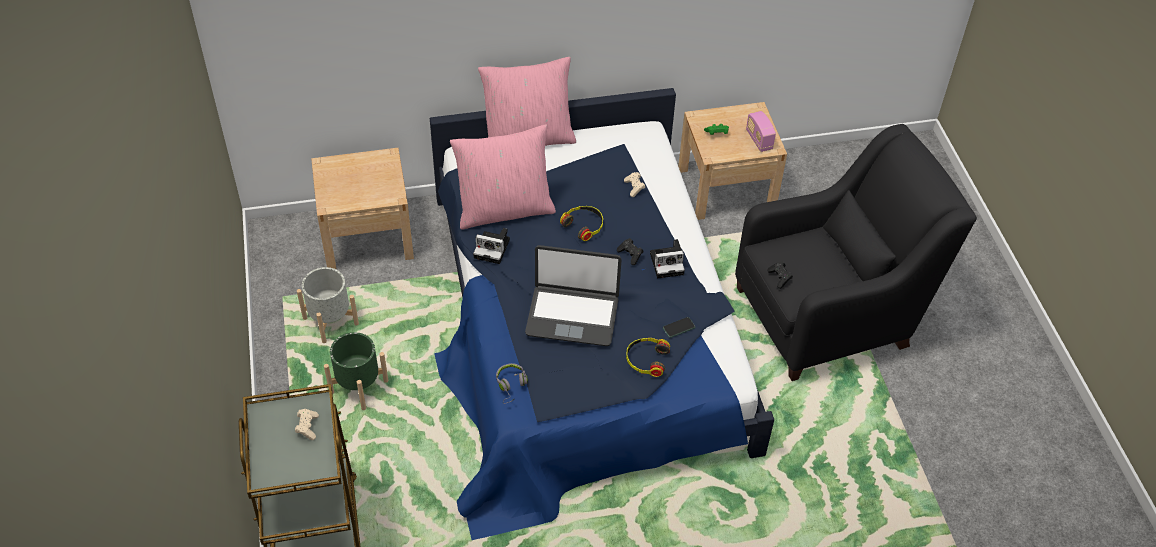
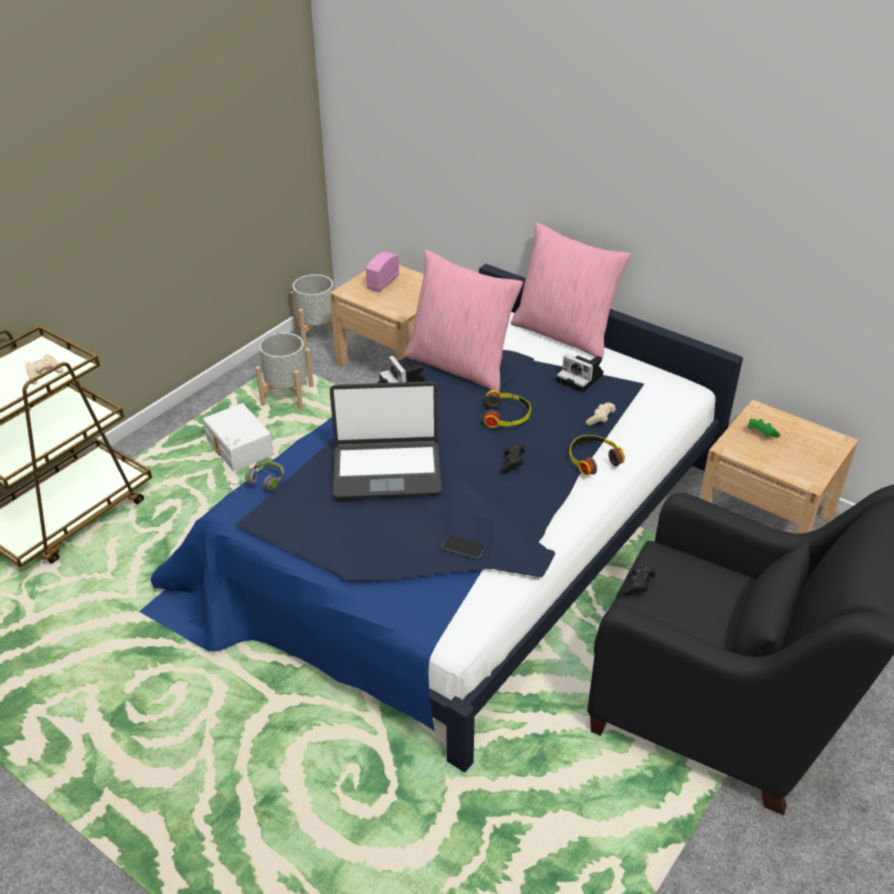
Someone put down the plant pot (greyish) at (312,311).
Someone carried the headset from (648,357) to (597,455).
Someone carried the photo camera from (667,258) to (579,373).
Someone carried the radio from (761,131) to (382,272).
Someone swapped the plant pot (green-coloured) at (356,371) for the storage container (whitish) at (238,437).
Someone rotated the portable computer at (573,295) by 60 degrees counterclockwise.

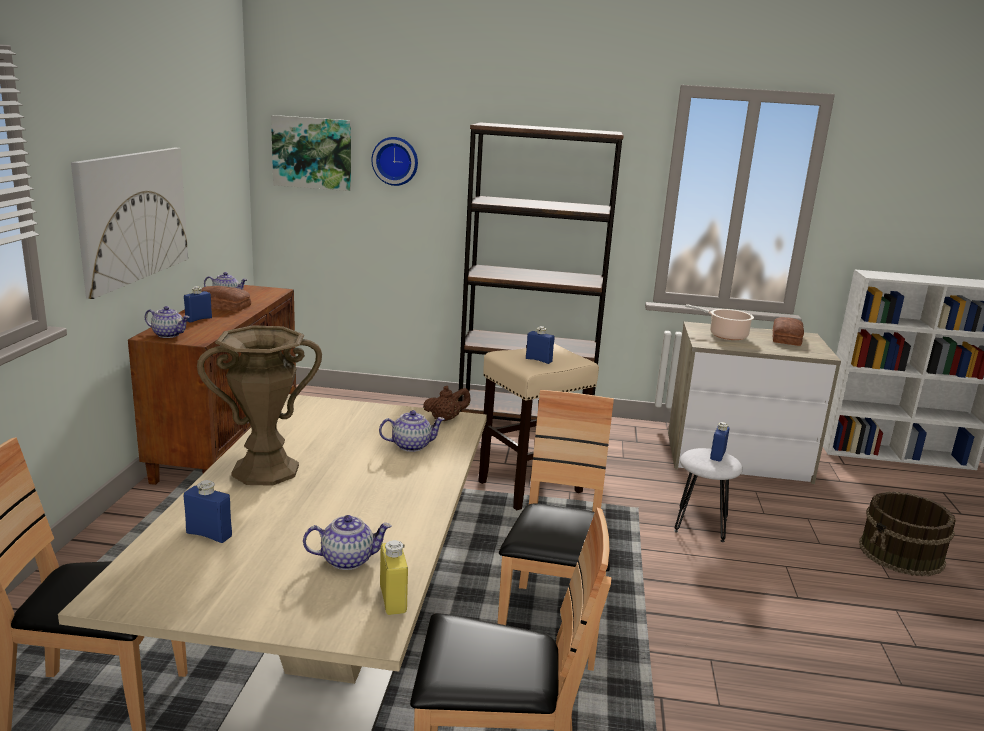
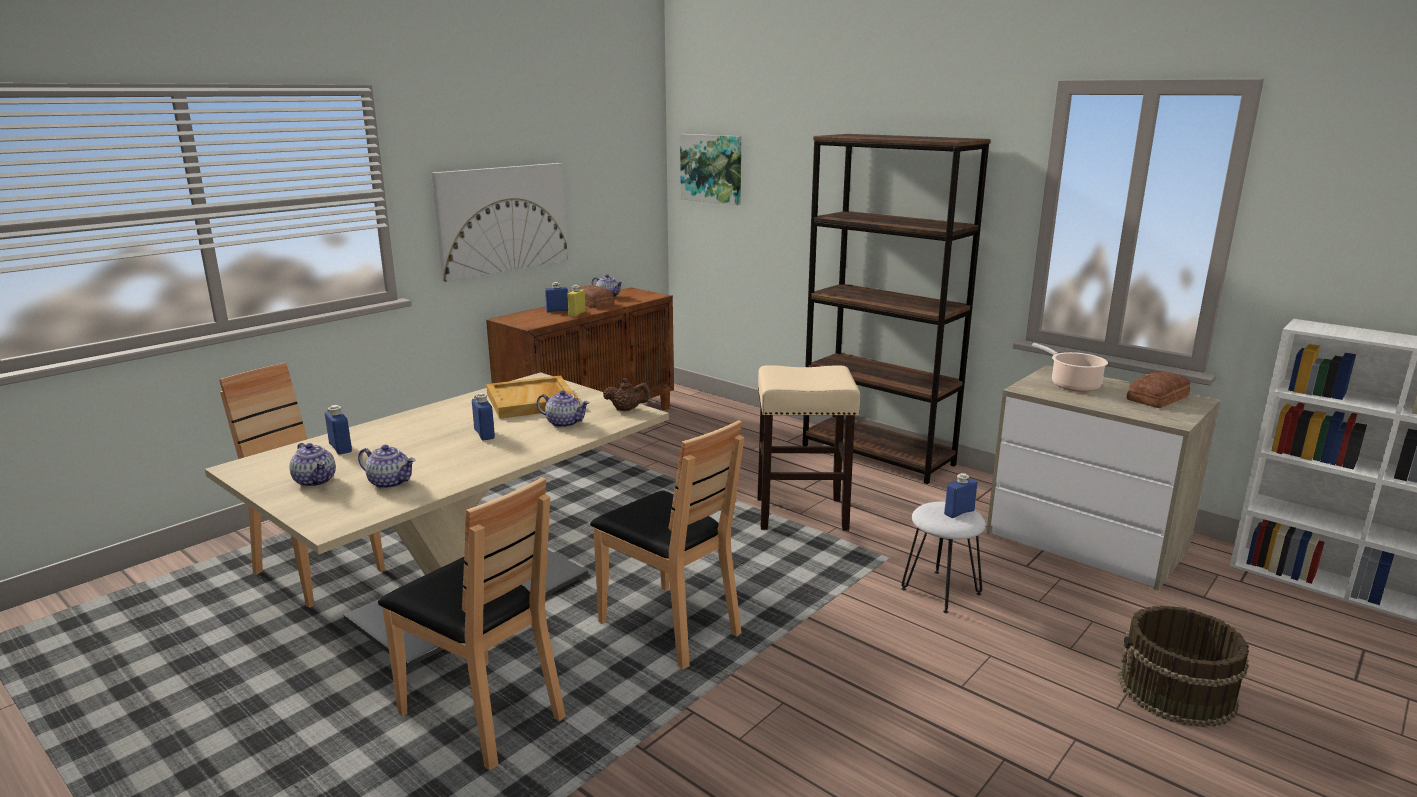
Someone took away the decorative vase (brown-coloured) at (259,405).
Someone took away the wall clock at (394,161).
Someone put down the serving tray (beige) at (532,397).
Someone carried the tea pot from (167,322) to (312,465).
Someone carried the bottle (yellow-coloured) from (394,577) to (576,301).
Someone carried the bottle (blue-coloured) from (540,345) to (483,417).
Someone rotated the upright chair (brown-coloured) at (556,530) by 90 degrees clockwise.

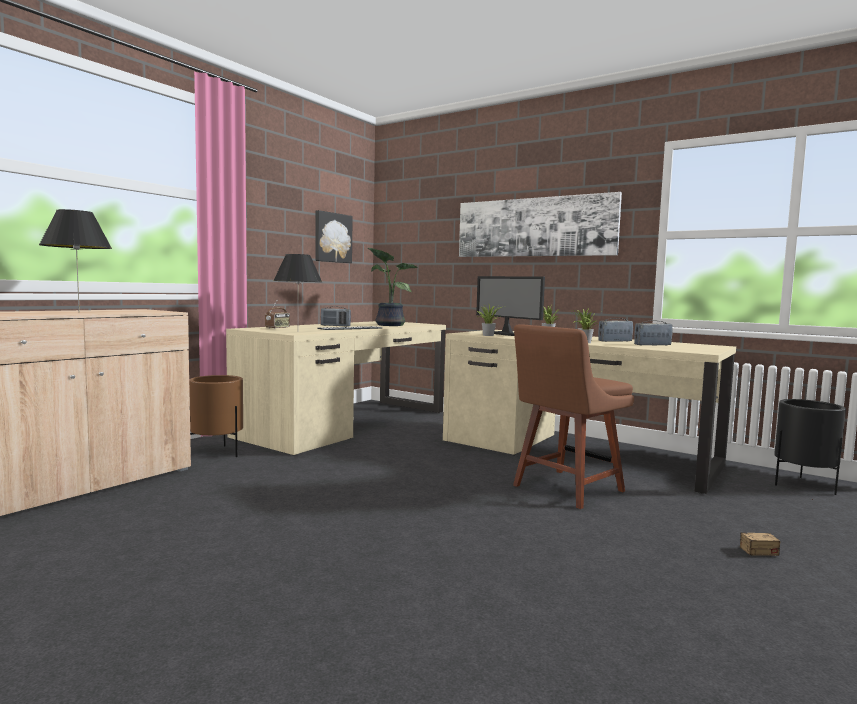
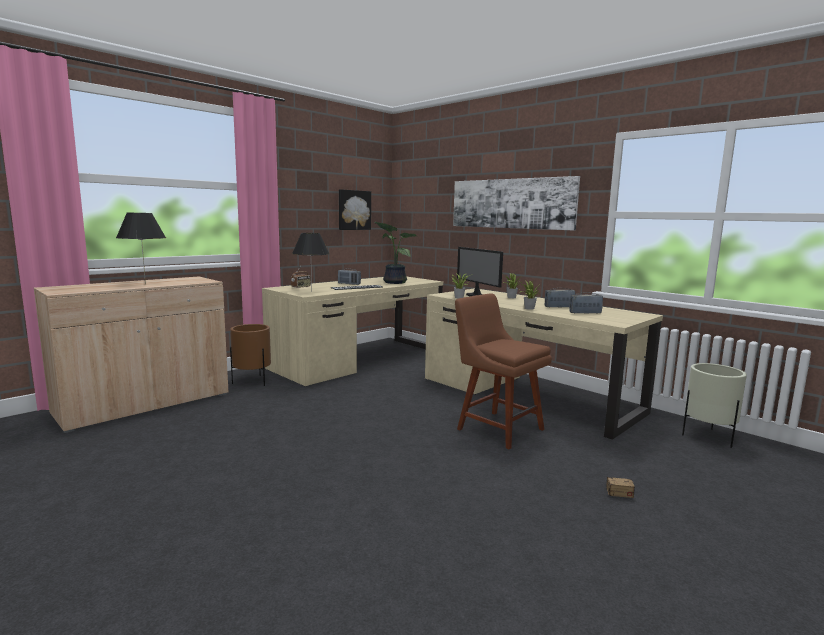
Someone repainted the plant pot (black-coloured) at (810,447), which became the plant pot (beige) at (714,405).
Someone rotated the upright chair (brown-coloured) at (573,416) by 75 degrees clockwise.

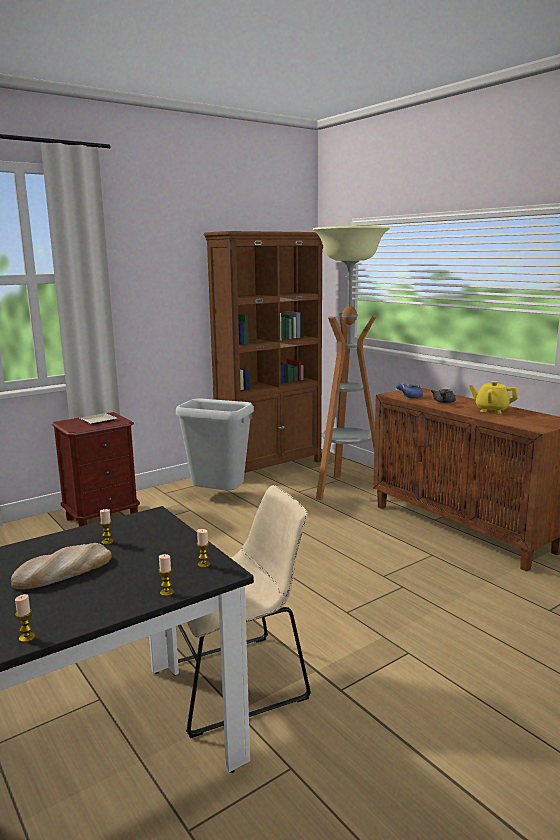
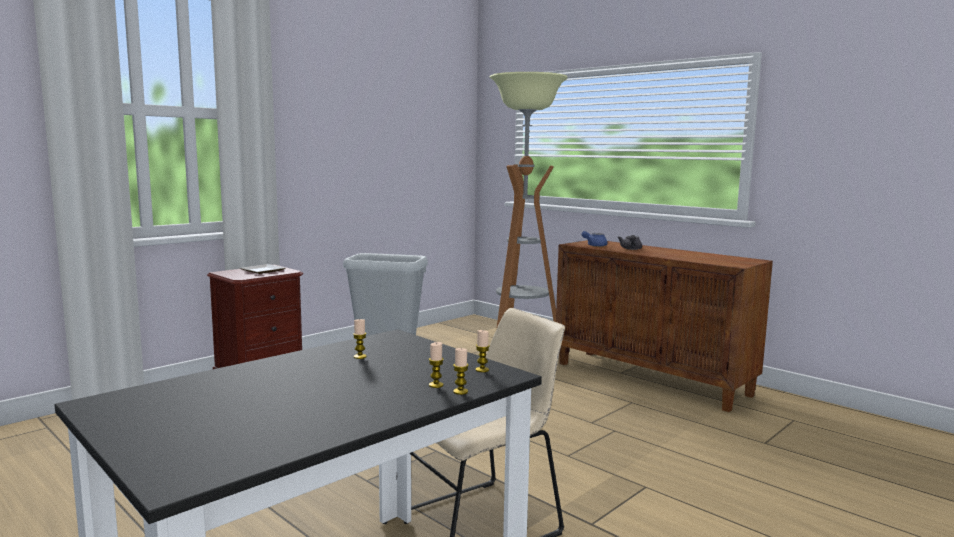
Someone took away the baked bread at (61,566).
Someone took away the bookcase (brown-coloured) at (263,352).
Someone took away the tea pot (yellow-coloured) at (493,397).
Someone carried the wax candle from (25,618) to (436,365).

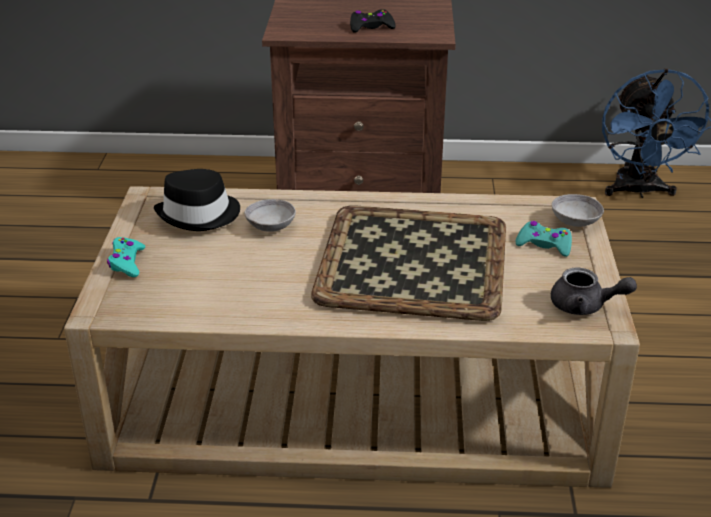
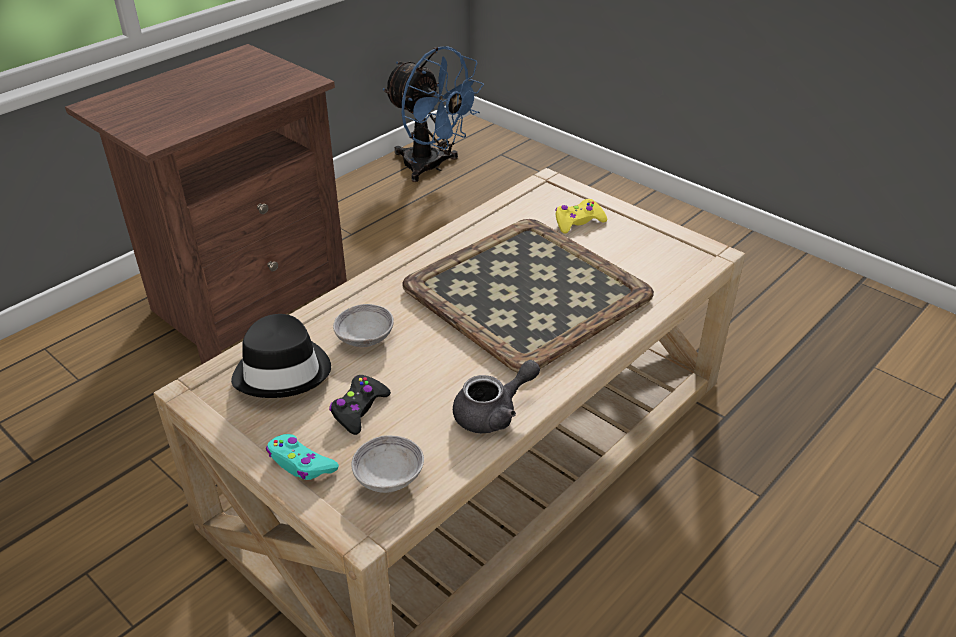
Someone carried the game controller (black-coloured) from (373,20) to (360,405).
Someone carried the tea pot (greyish) from (594,291) to (496,396).
Someone carried the bowl (greyish) from (578,210) to (387,464).
Someone repainted the game controller (blue-green) at (543,239), which became the game controller (yellow-coloured) at (581,216).

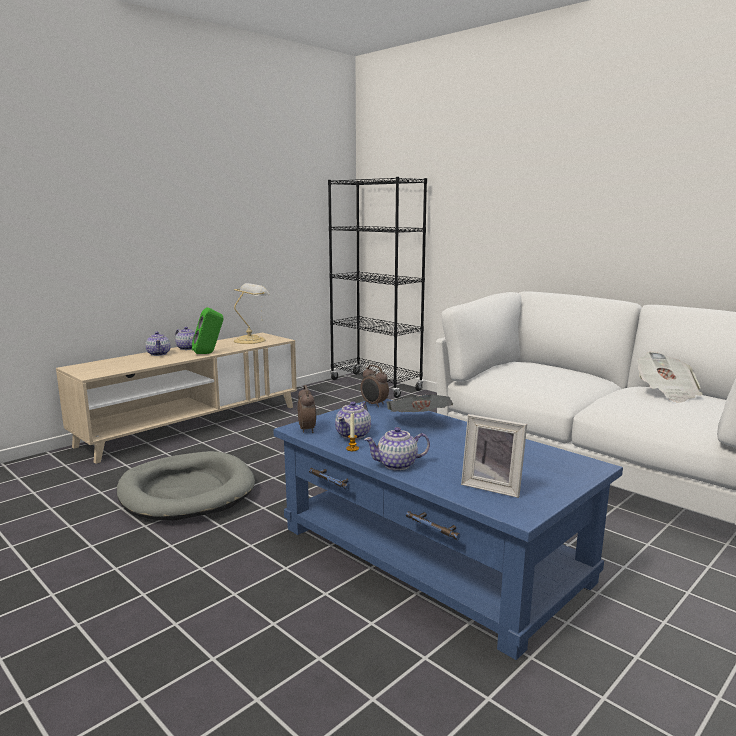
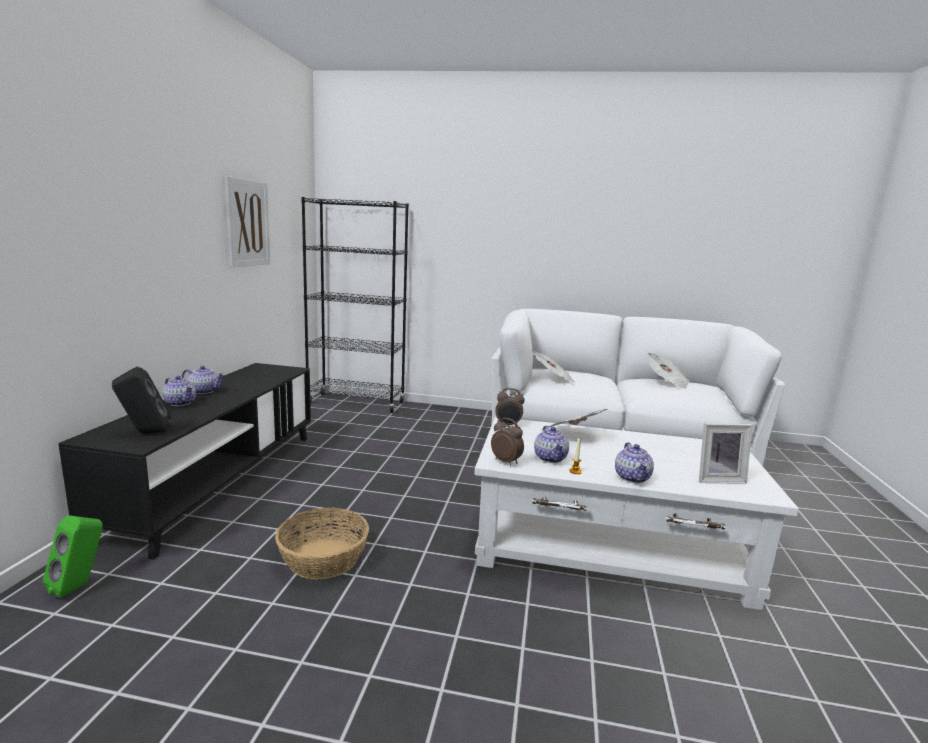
Someone took away the tabletop lamp at (252,313).
Someone put down the loudspeaker (black-coloured) at (141,400).
Someone put up the wall picture at (247,222).
Someone put down the daily paper at (553,366).
Someone carried the loudspeaker (green-coloured) from (207,330) to (73,556).
Someone swapped the pet bed (greyish) at (186,485) for the storage basket at (322,544).
Someone repainted the tv stand (beige) at (176,398), which became the tv stand (black-coloured) at (184,461).
Someone repainted the lounge table (blue-coloured) at (448,529), which became the lounge table (whitish) at (637,513).
Someone rotated the tea pot at (397,448) by 45 degrees counterclockwise.

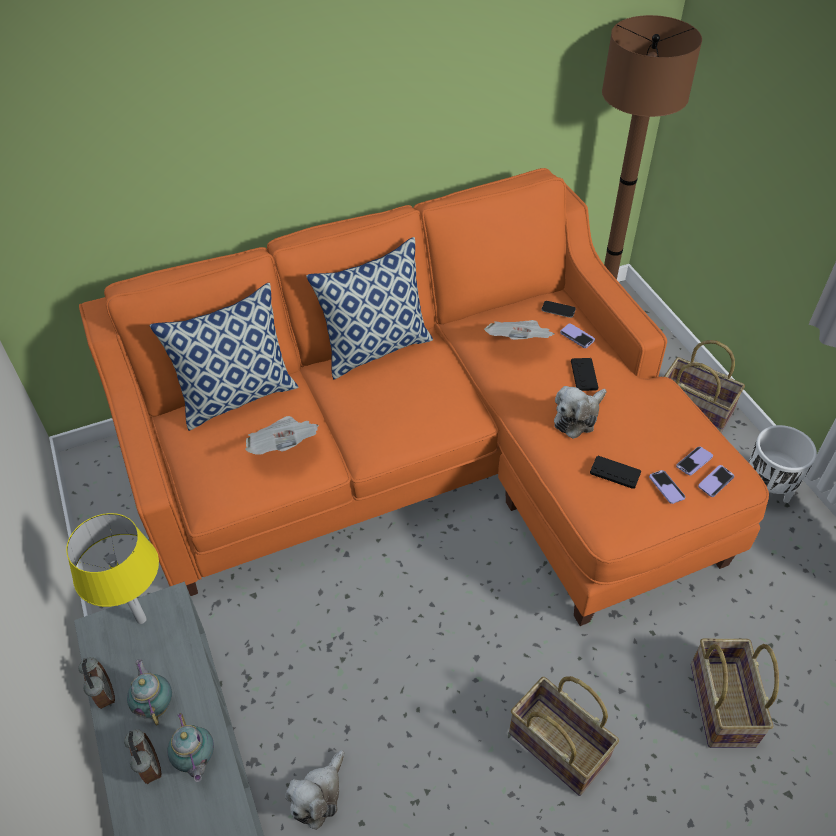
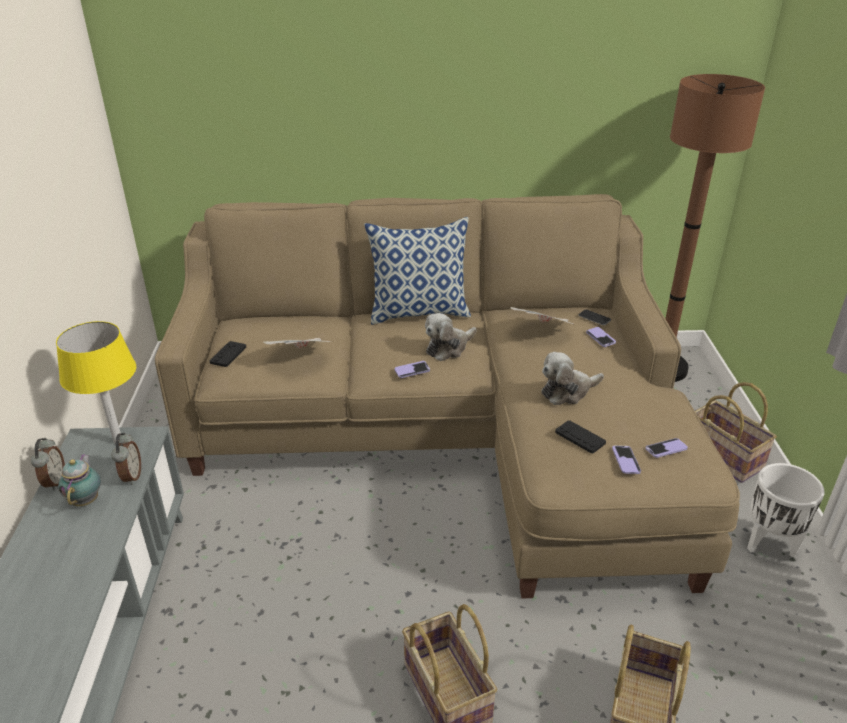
Someone took away the cushion at (224,357).
Someone took away the tea pot at (190,747).
Someone carried the bedside clock from (142,756) to (126,459).
Someone carried the cuddly toy from (315,790) to (451,337).
Someone carried the game controller (black-coloured) from (584,374) to (228,354).
Someone carried the telephone from (716,481) to (412,369).
Someone repainted the sofa (orange) at (424,397), which became the sofa (beige) at (447,396).

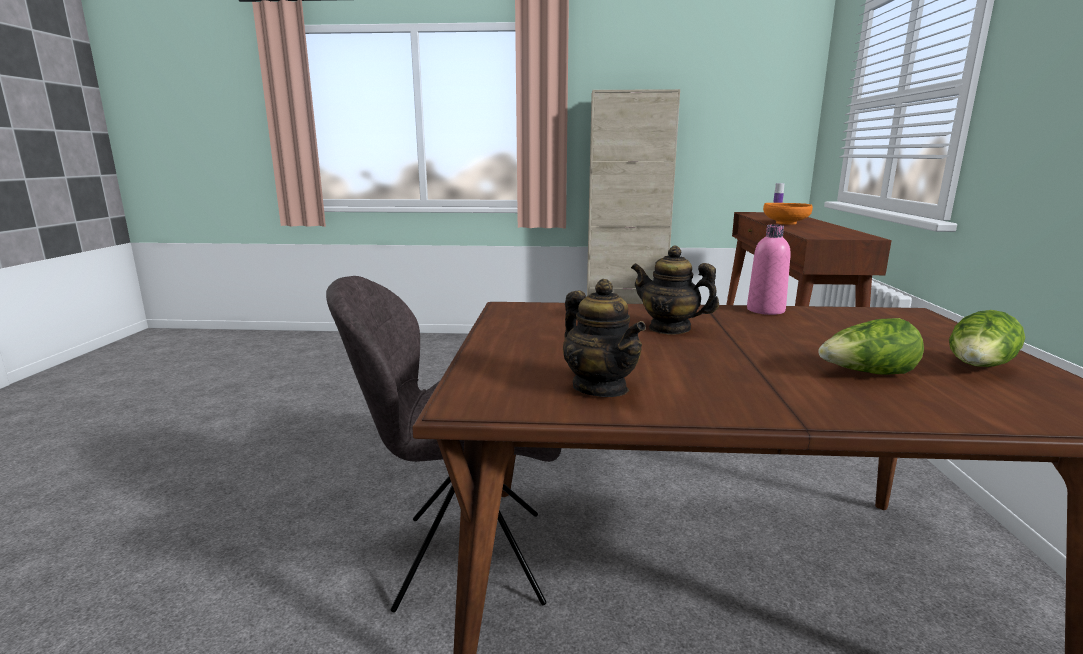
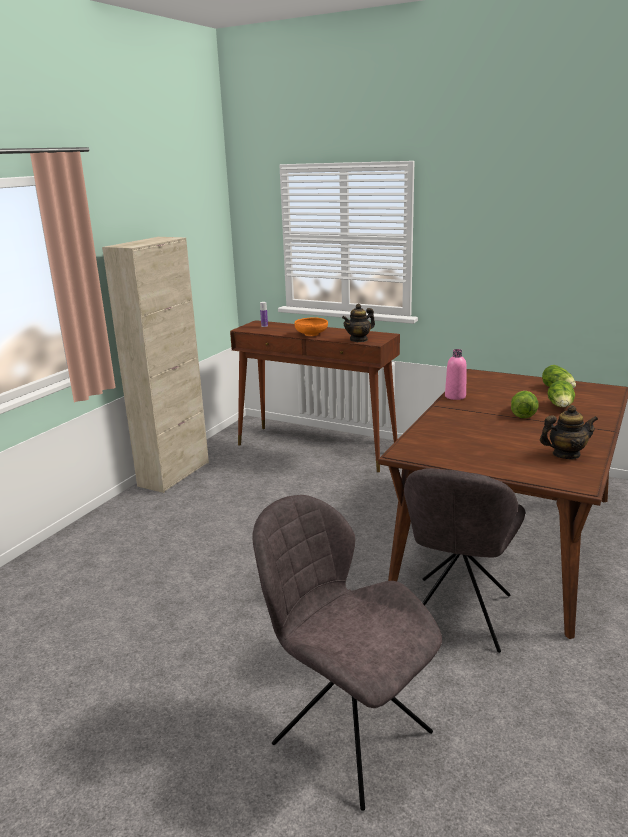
Someone put down the upright chair (greyish) at (347,653).
Someone put down the head of lettuce at (524,404).
Someone carried the tea pot from (675,290) to (358,323).

